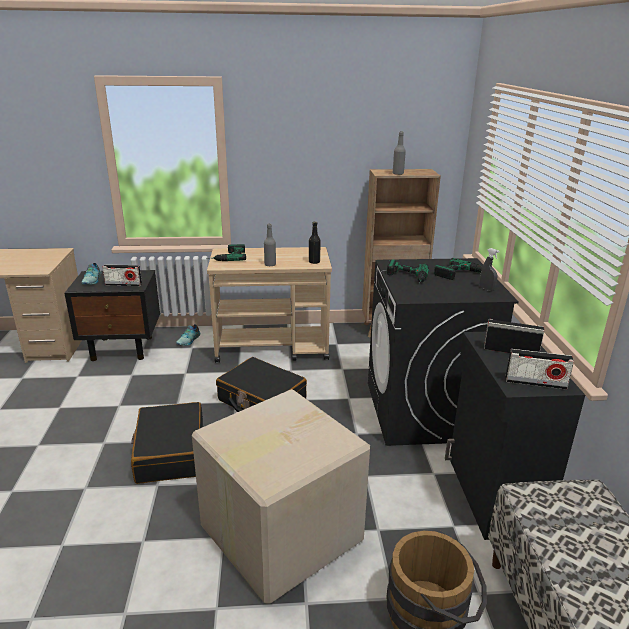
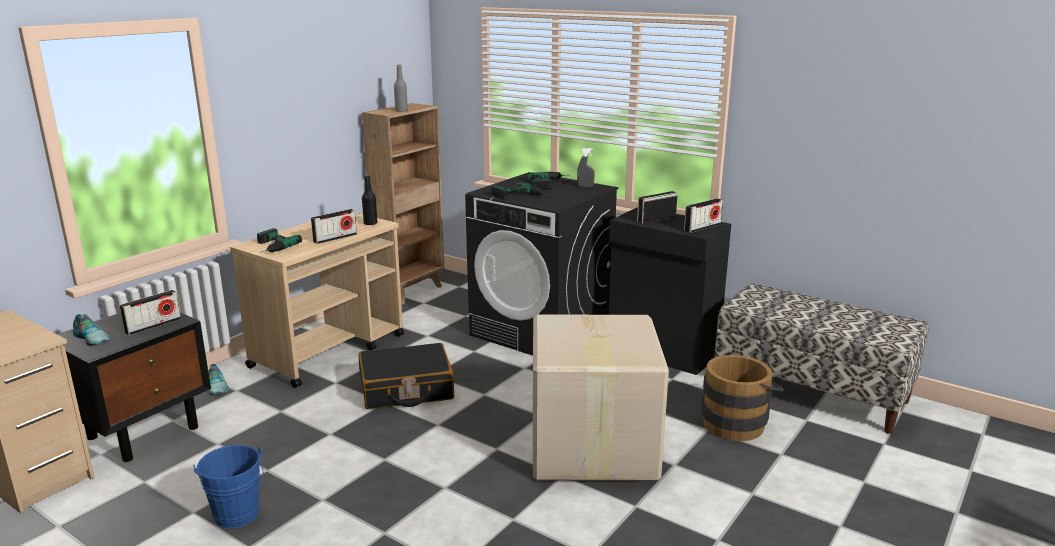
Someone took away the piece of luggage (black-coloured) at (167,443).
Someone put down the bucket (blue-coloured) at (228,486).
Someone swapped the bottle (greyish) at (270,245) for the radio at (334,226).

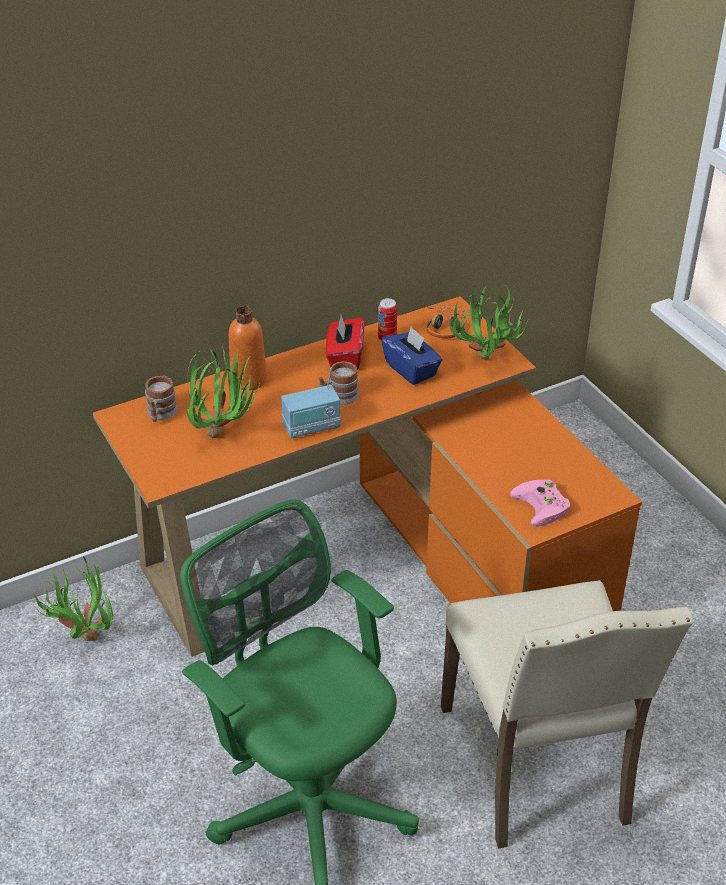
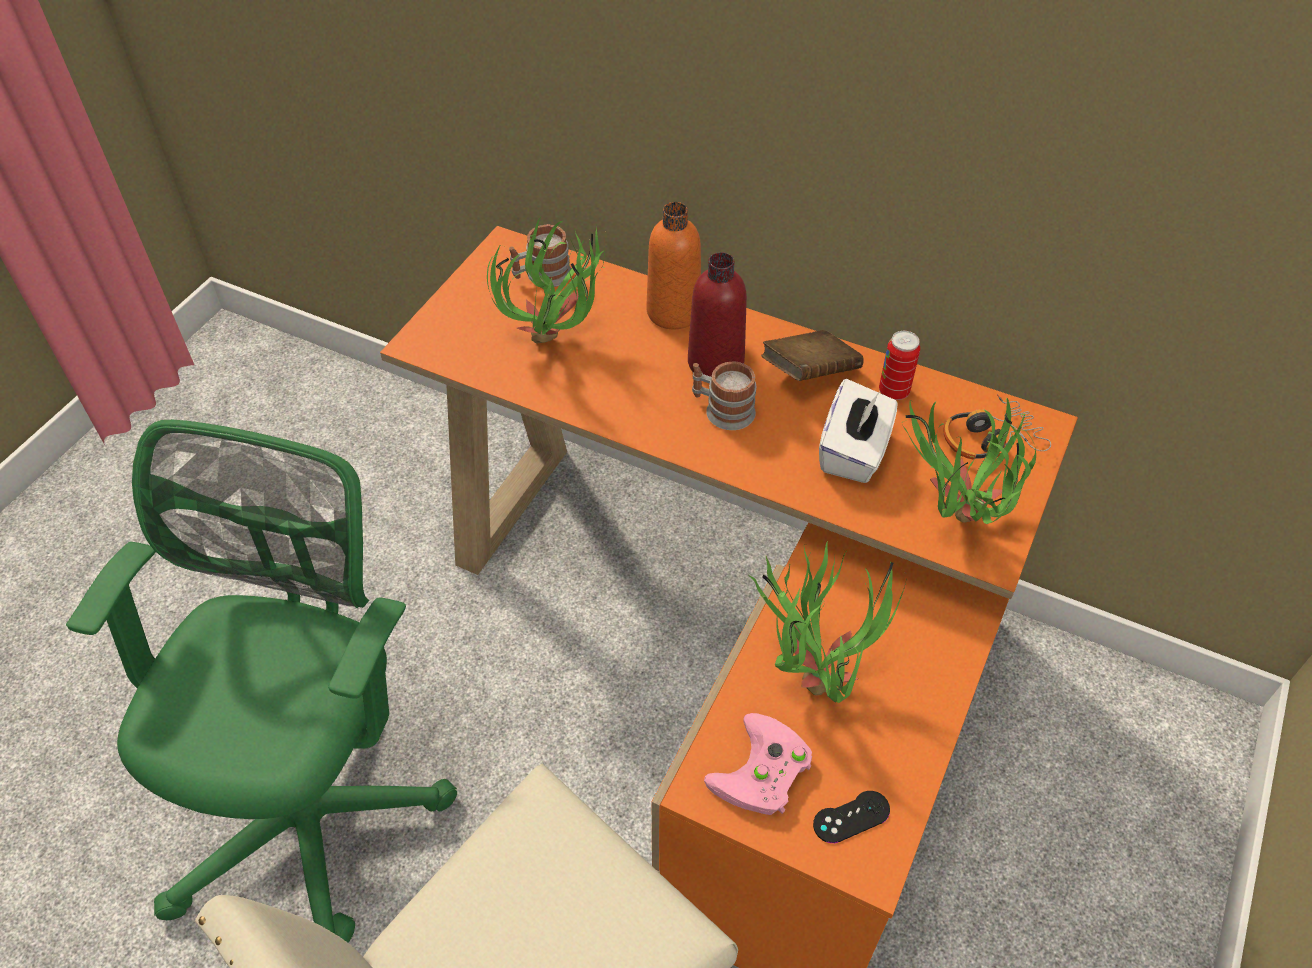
Someone took away the radio at (311,403).
Someone put down the bottle (reddish) at (717,314).
Someone put down the game controller (black-coloured) at (851,817).
Someone carried the potted plant from (73,598) to (827,622).
Someone swapped the tissue box (reddish) at (345,342) for the bound book (brown-coloured) at (812,355).
Someone repainted the tissue box (blue-coloured) at (412,356), which became the tissue box (whitish) at (858,431).

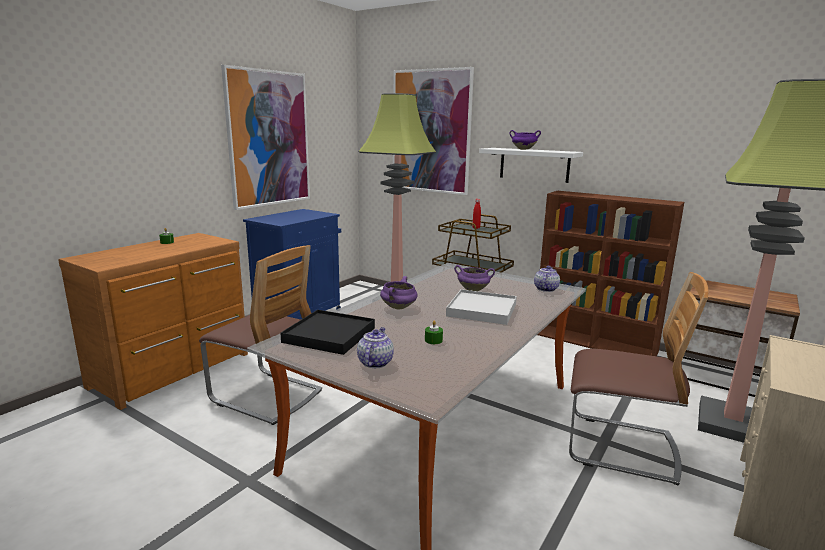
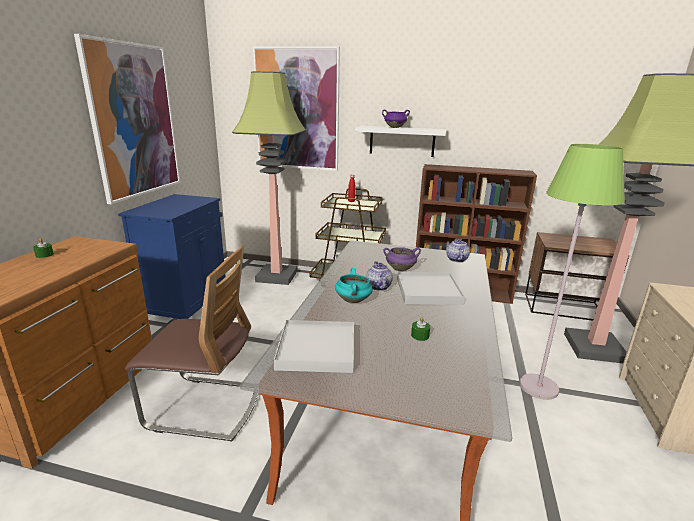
Someone carried the tea pot from (375,347) to (379,276).
Someone swapped the upright chair at (639,378) for the standard lamp (green-coloured) at (572,272).
Someone repainted the serving tray (black-coloured) at (327,332), which became the serving tray (whitish) at (314,346).
Someone repainted the cooking pot (purplish) at (398,292), which became the cooking pot (blue-green) at (354,285).

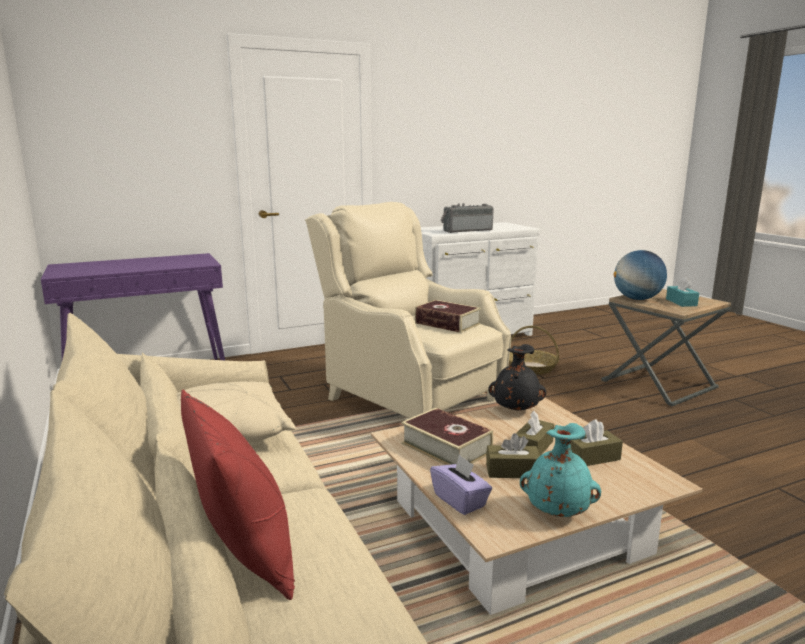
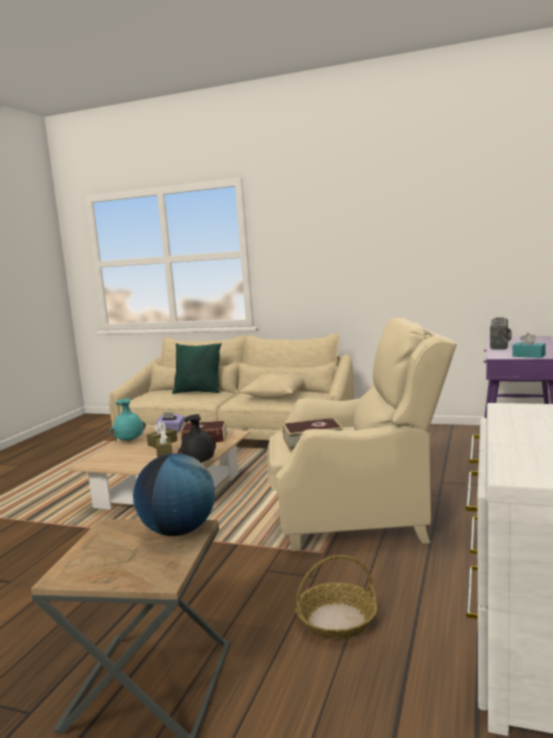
Someone took away the tissue box (brown-coloured) at (597,442).
Someone carried the radio from (467,218) to (501,333).
Someone carried the tissue box (blue-green) from (682,292) to (529,345).
Someone repainted the cushion (reddish) at (238,494), which became the cushion (green-coloured) at (196,368).

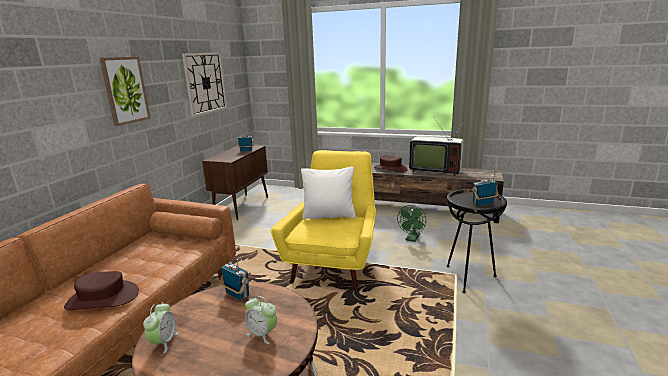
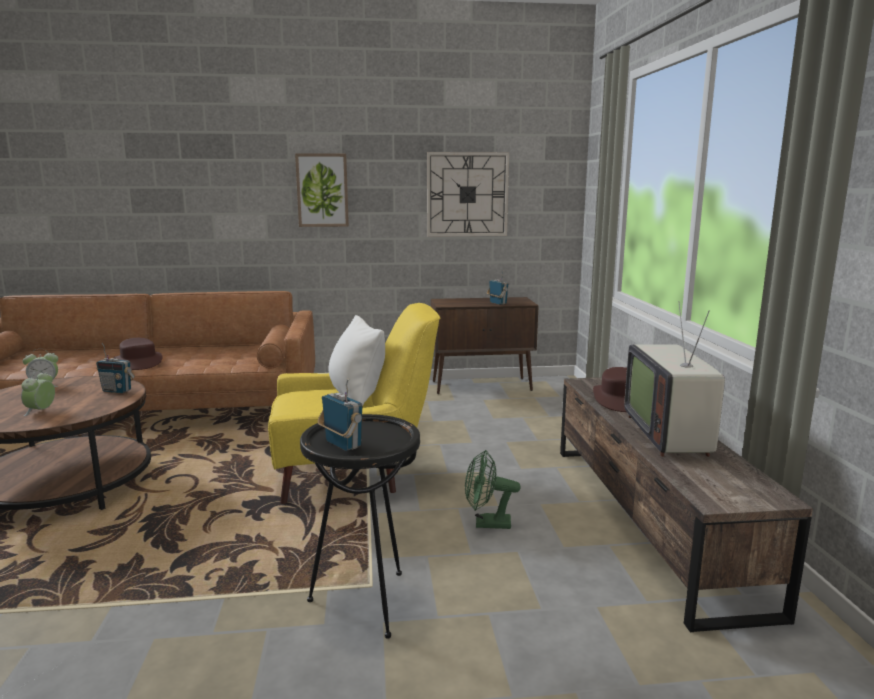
Someone rotated the radio at (234,280) by 90 degrees clockwise.

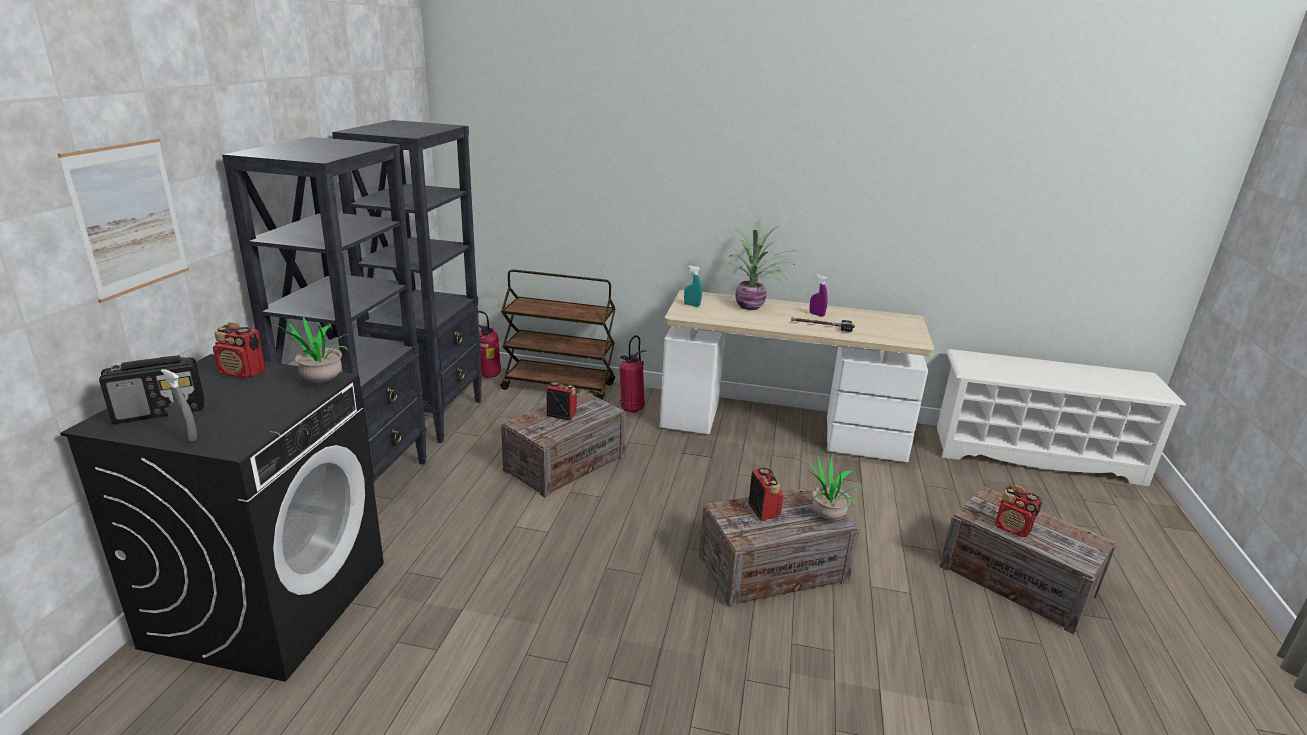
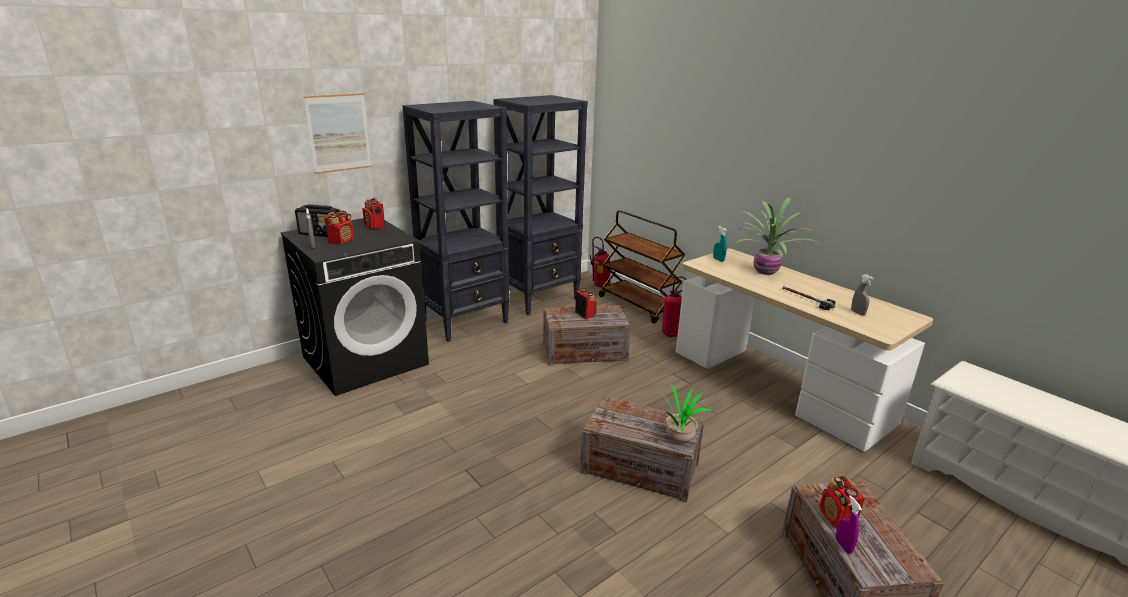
Someone took away the potted plant at (306,349).
Someone put down the hand sprayer (greyish) at (862,294).
Someone carried the radio from (765,494) to (339,228).
Someone carried the hand sprayer (purplish) from (819,295) to (849,524).

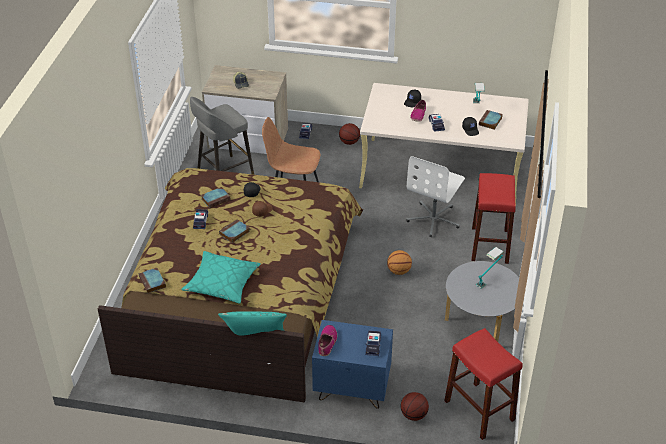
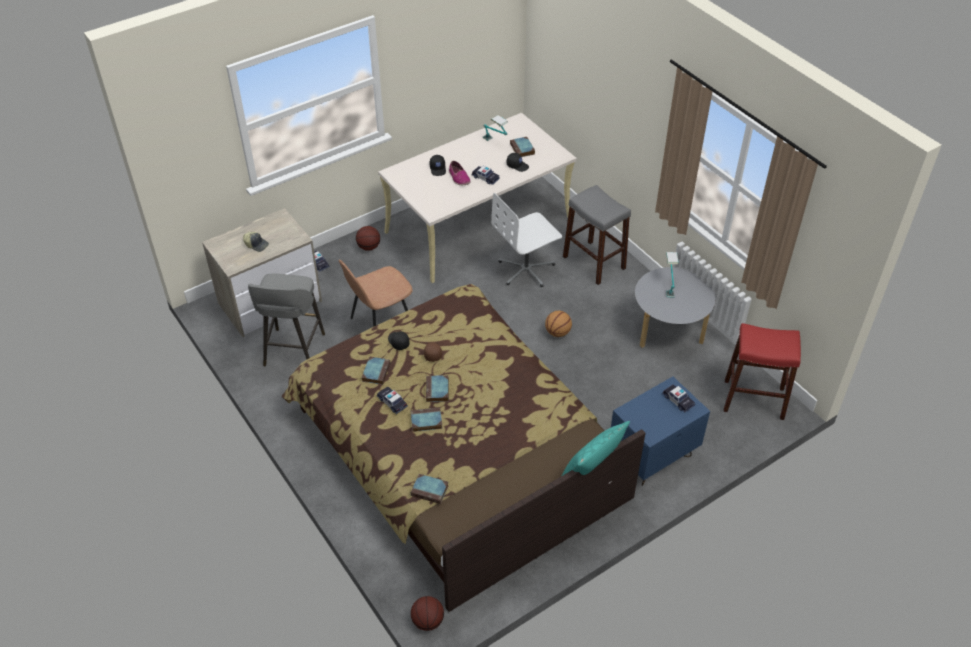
Someone took away the cushion (blue-green) at (221,277).
Someone took away the item of footwear at (327,340).
Someone put down the bound book at (426,419).
Someone carried the basketball ball from (415,406) to (427,613).
Someone repainted the stool (reddish) at (493,218), which became the stool (greyish) at (597,235).
Someone rotated the office chair (whitish) at (435,196) by 75 degrees clockwise.

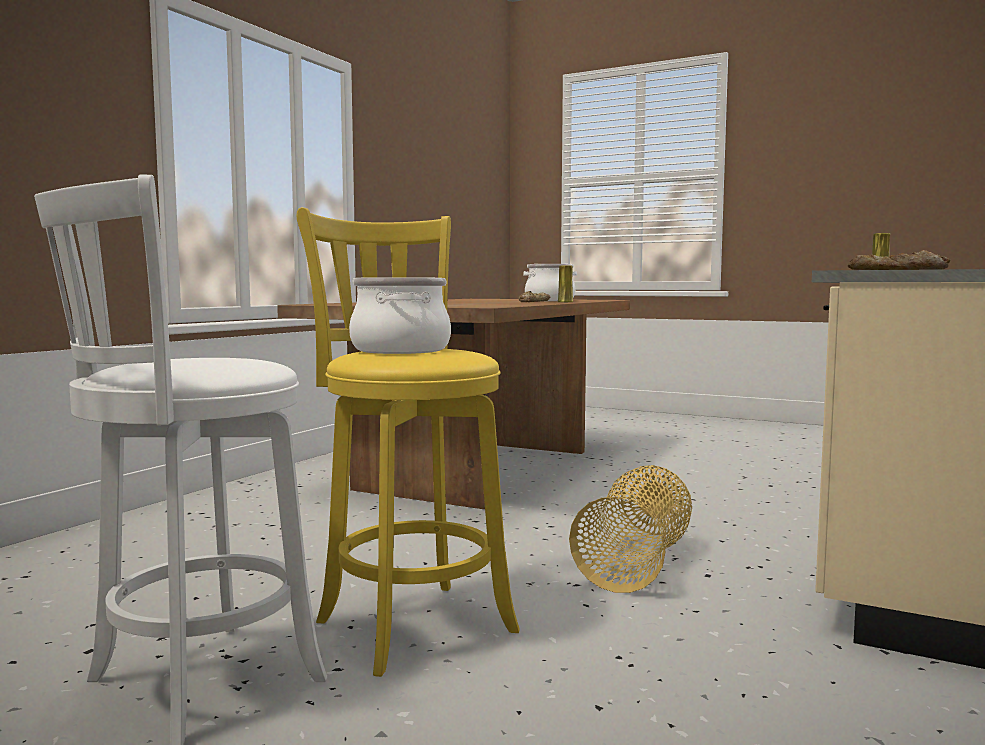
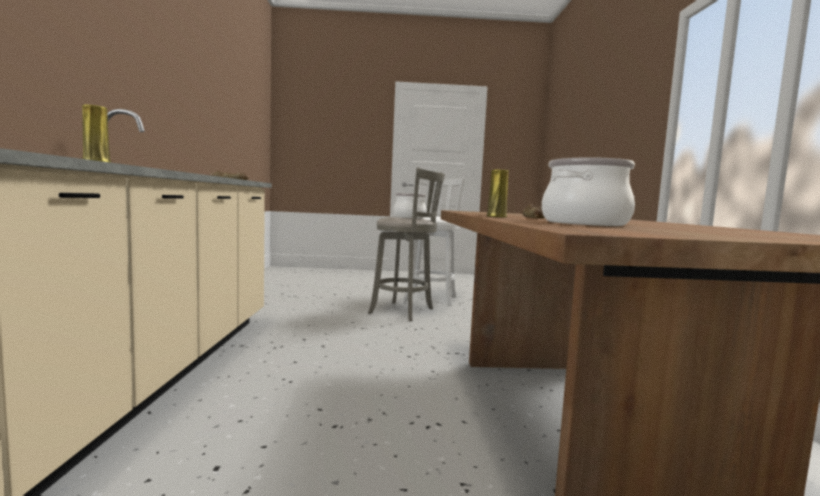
Someone took away the storage basket at (630,529).
Someone repainted the stool (yellow-coloured) at (408,442), which became the stool (greyish) at (406,244).

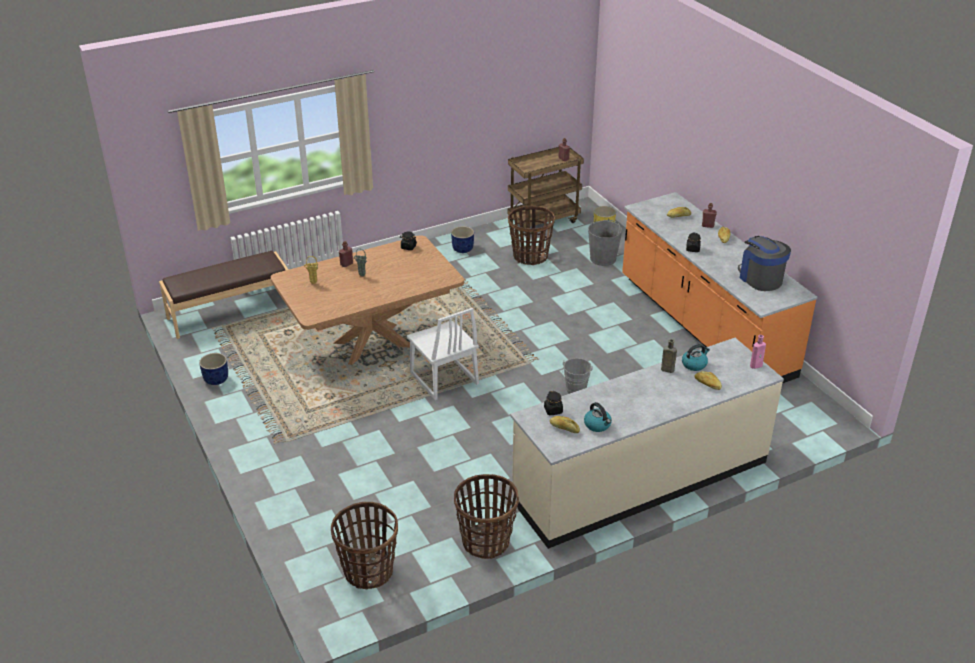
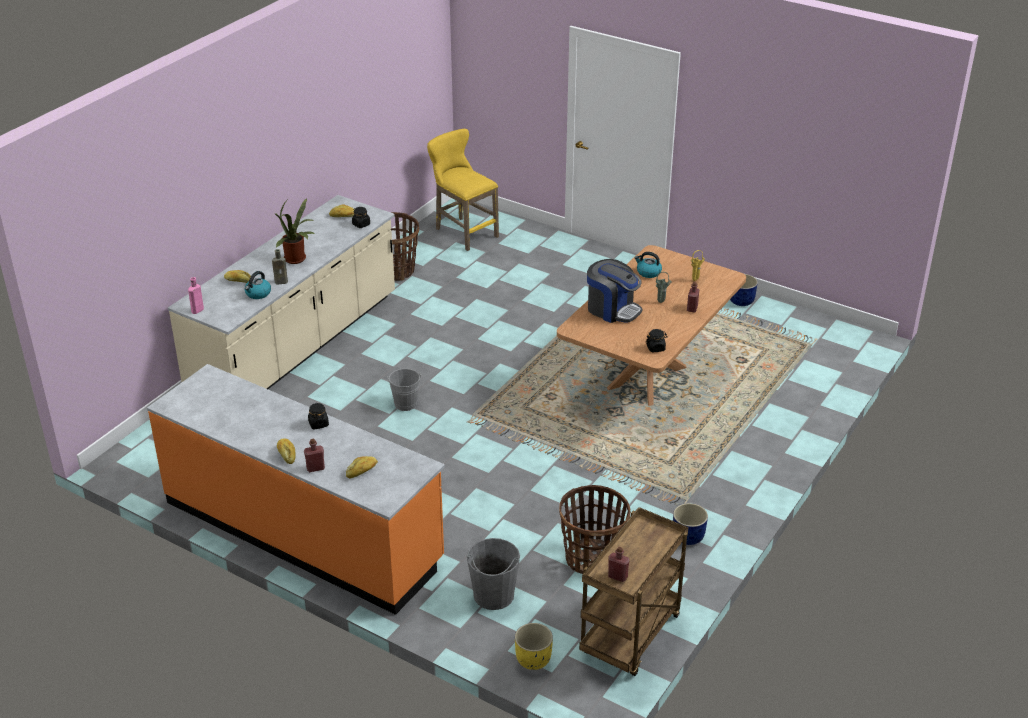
Someone took away the long seat (brown-coloured) at (224,295).
Someone took away the upright chair (whitish) at (442,354).
Someone put down the potted plant at (294,231).
Someone carried the tea kettle from (598,417) to (648,265).
Someone carried the coffee maker from (764,263) to (615,291).
Someone swapped the storage basket at (364,545) for the stool (yellow-coloured) at (463,190).

